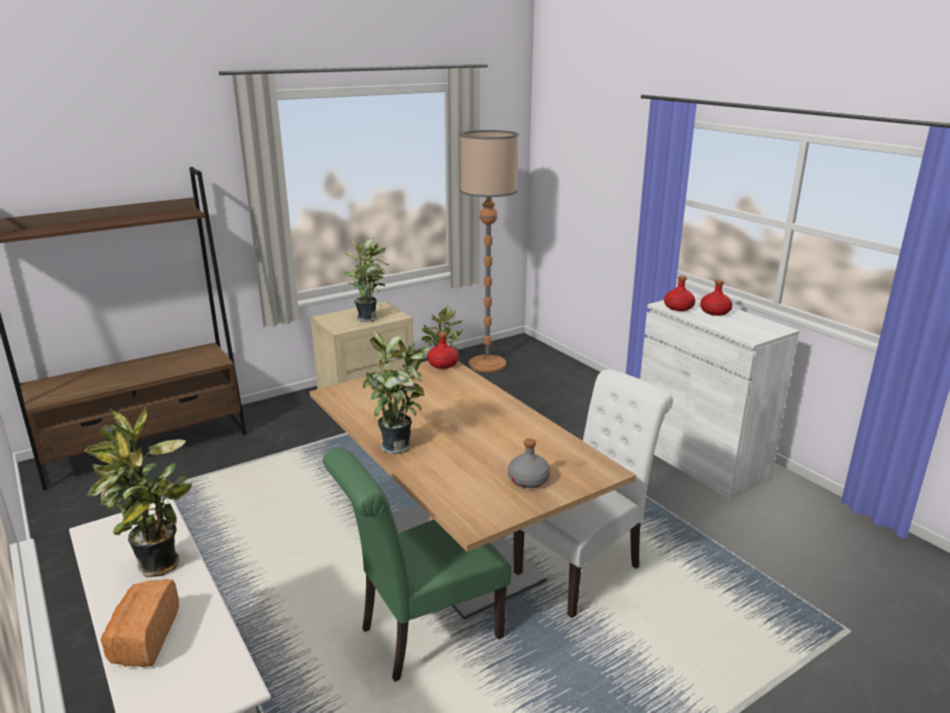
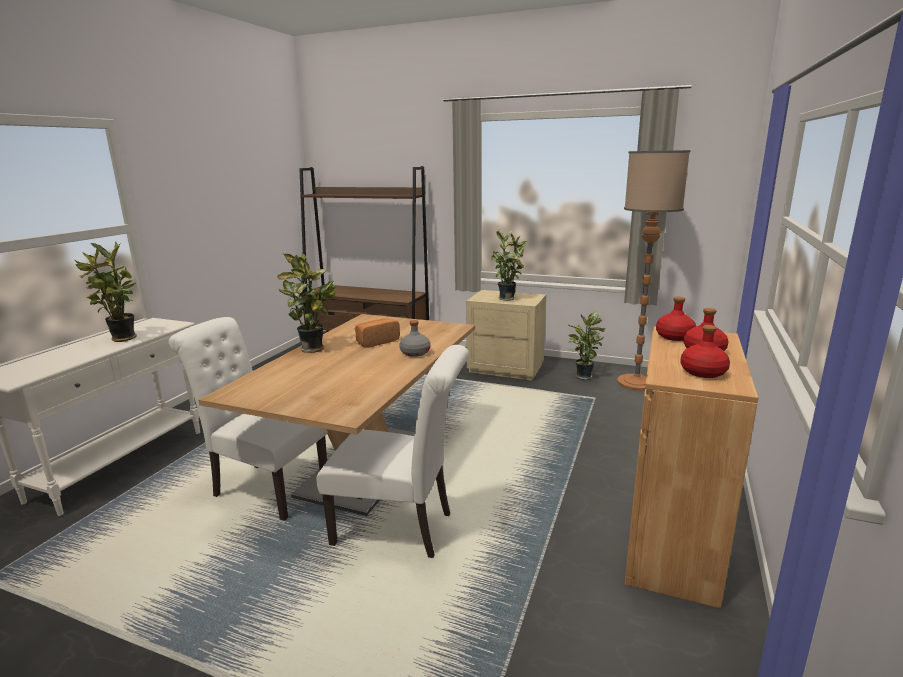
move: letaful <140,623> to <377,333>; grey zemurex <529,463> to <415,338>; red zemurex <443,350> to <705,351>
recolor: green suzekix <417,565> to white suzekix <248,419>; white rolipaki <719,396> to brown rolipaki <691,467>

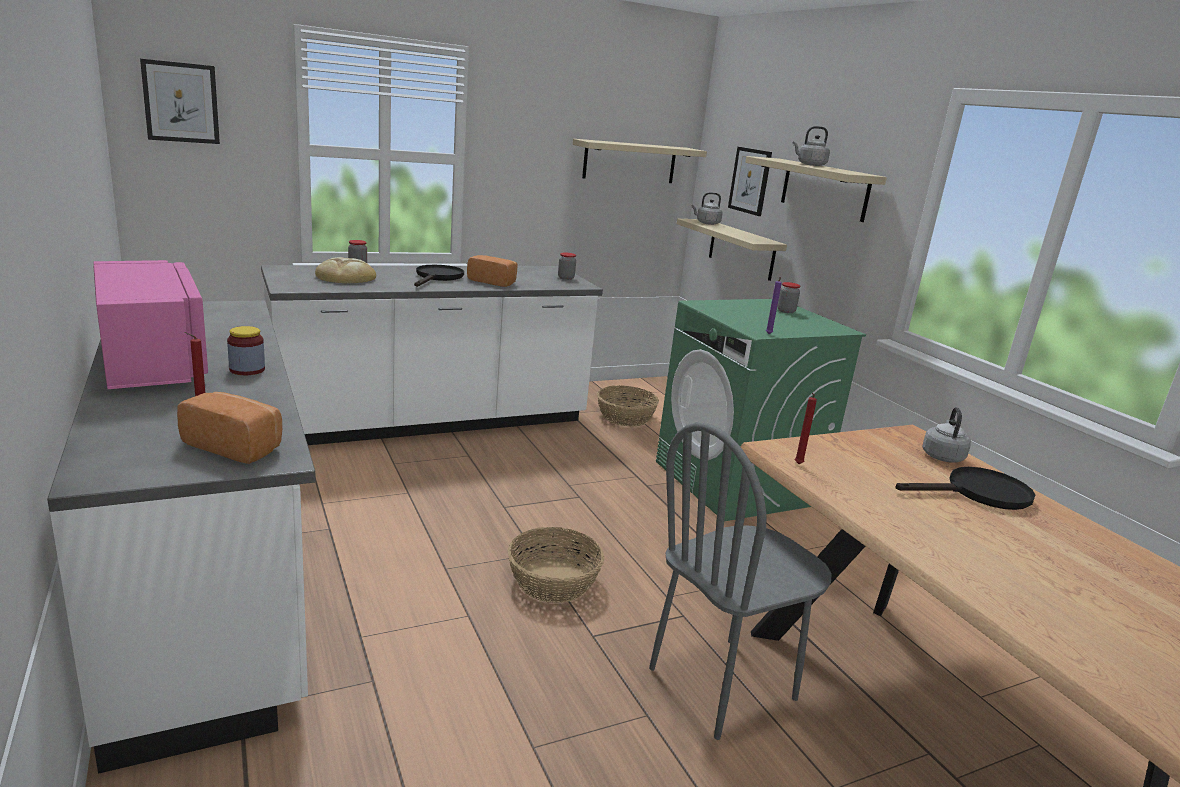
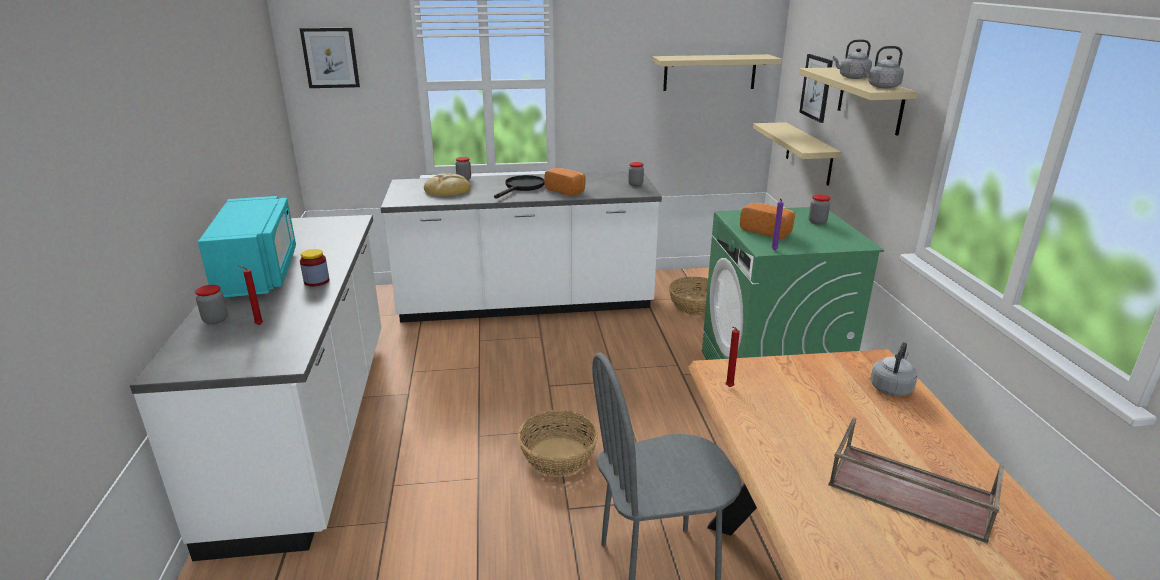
delete: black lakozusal <965,488>
insert: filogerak <211,304>; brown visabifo <916,480>
move: letaful <229,428> to <767,221>; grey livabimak <707,208> to <882,67>
recolor: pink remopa <150,324> to turquoise remopa <247,246>

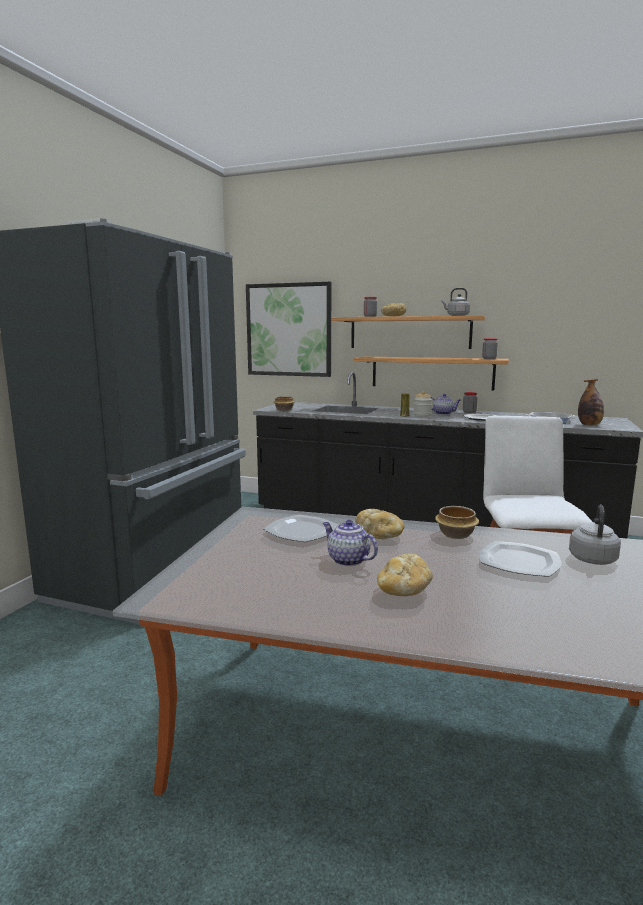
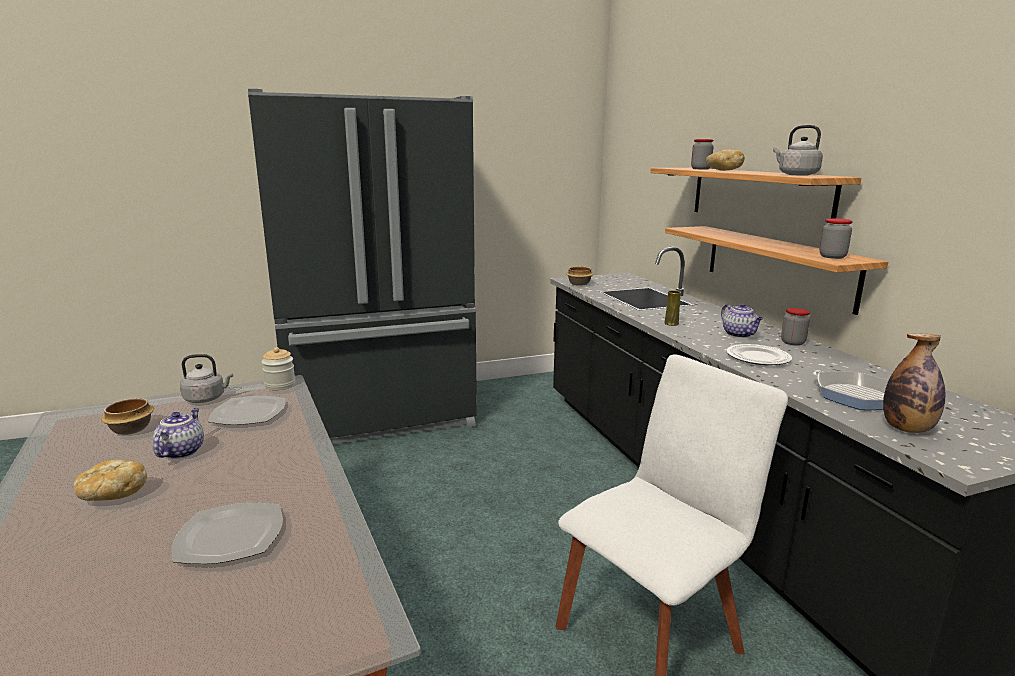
delete: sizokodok <288,329>; letaful <380,524>
move: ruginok <457,522> to <127,416>; grey livabimak <595,535> to <206,378>; filogerak <422,403> to <279,368>

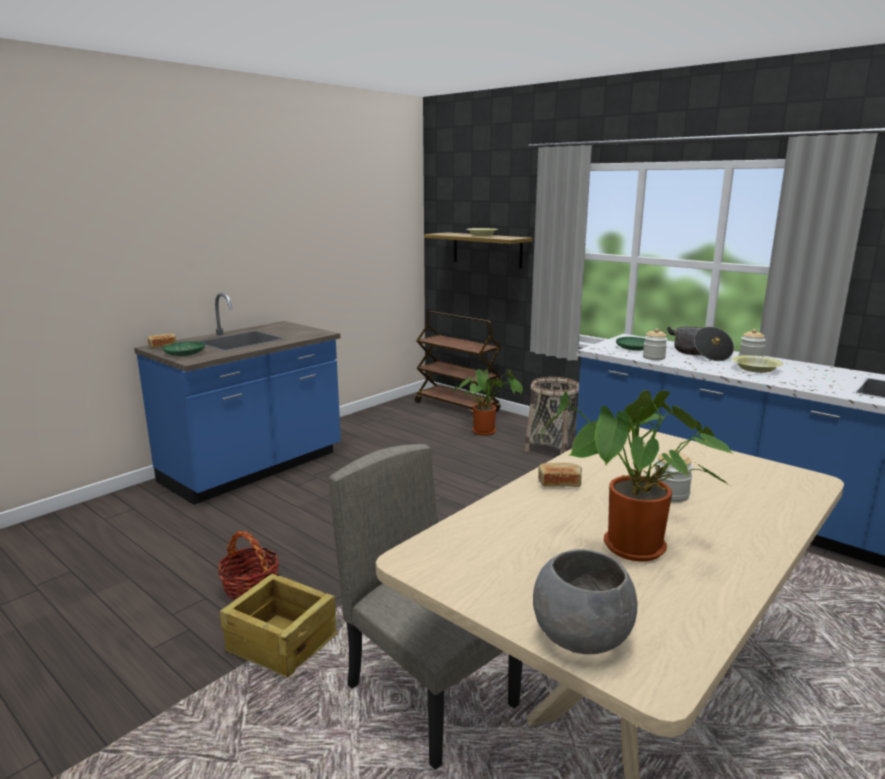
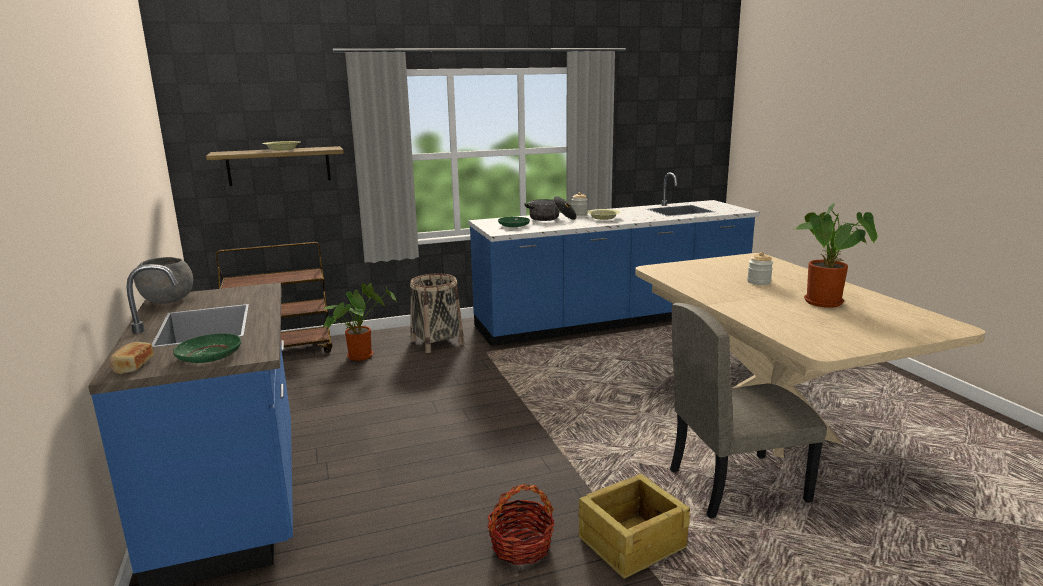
delete: letaful <560,475>; filogerak <655,344>
move: grey ruginok <585,601> to <163,280>

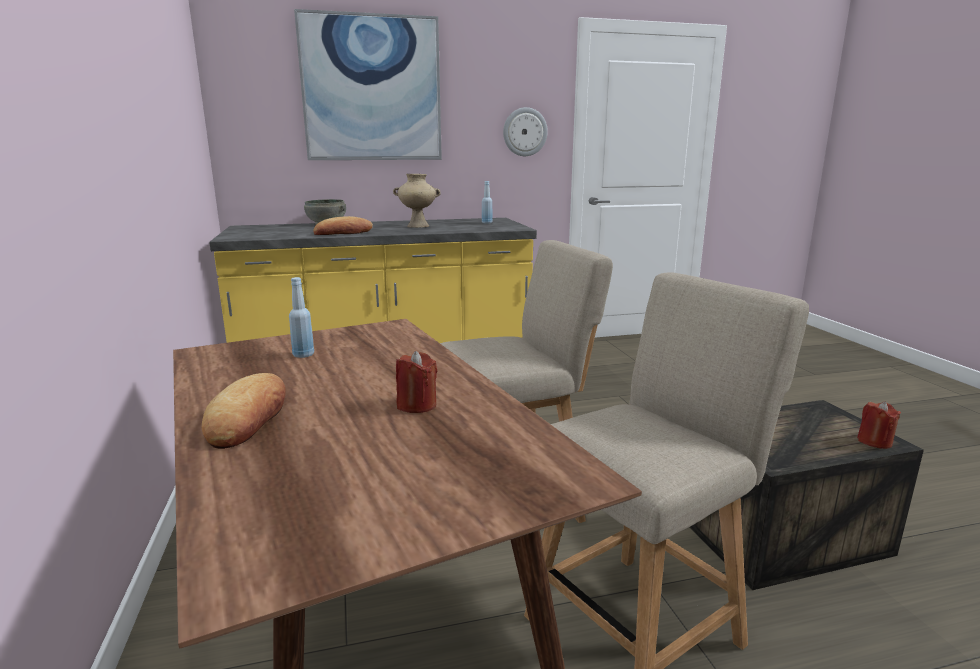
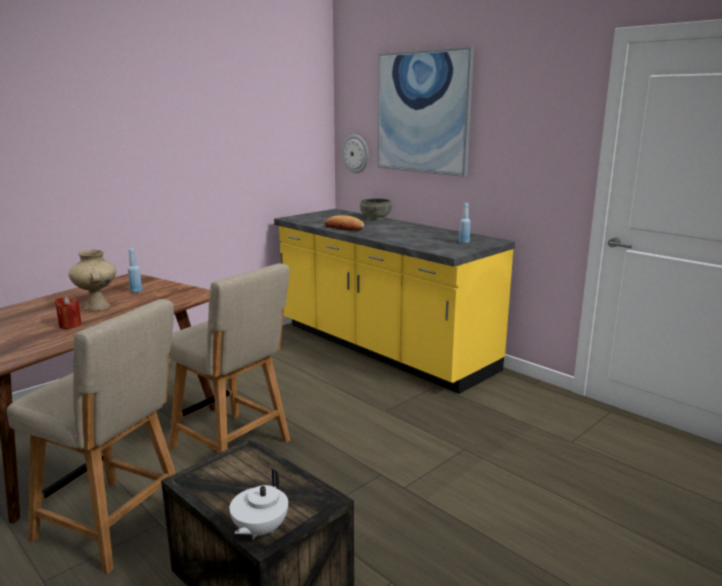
delete: letaful <244,411>
move: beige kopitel <417,201> to <92,281>; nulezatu <525,131> to <355,154>
replace: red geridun <879,425> to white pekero <259,504>

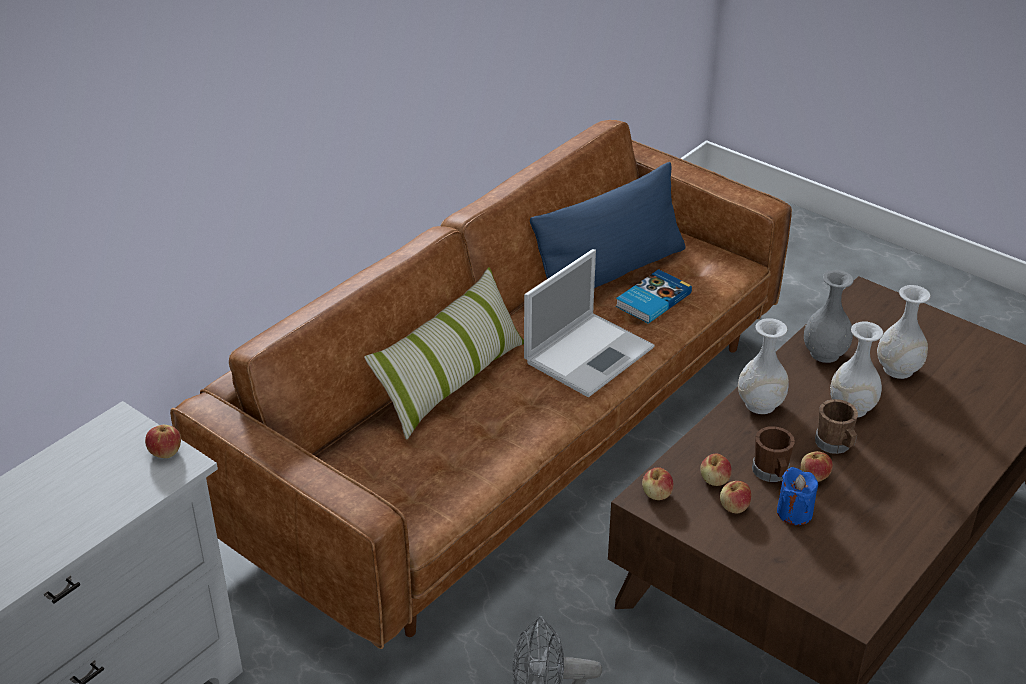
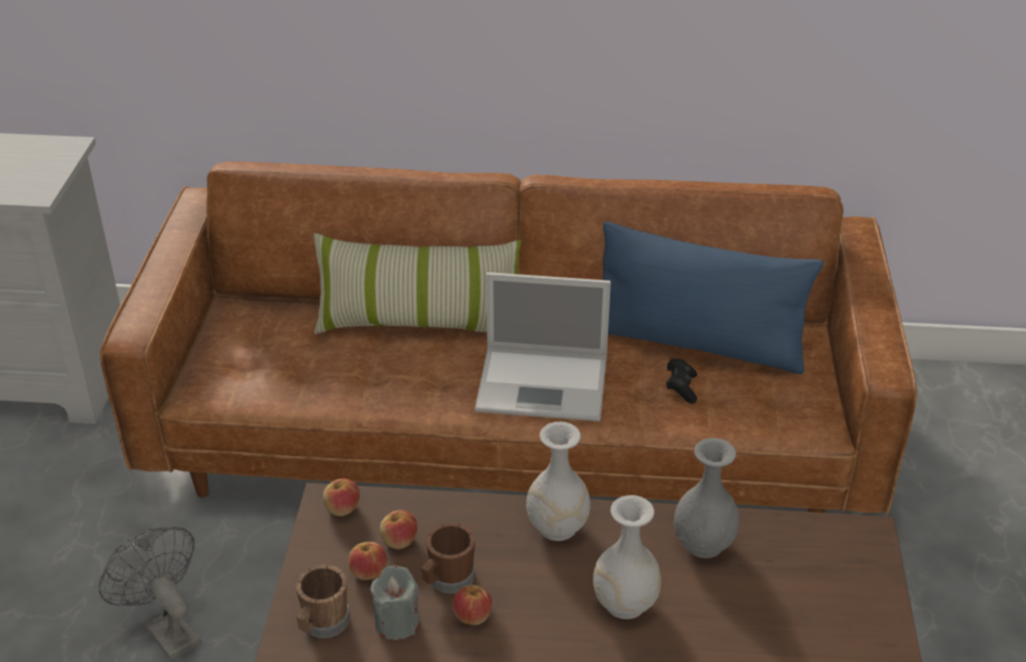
delete: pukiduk <163,441>; white kopitel <904,332>
move: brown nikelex <836,426> to <323,601>
replace: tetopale <654,296> to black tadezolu <681,381>
recolor: blue geridun <797,496> to grey geridun <395,603>

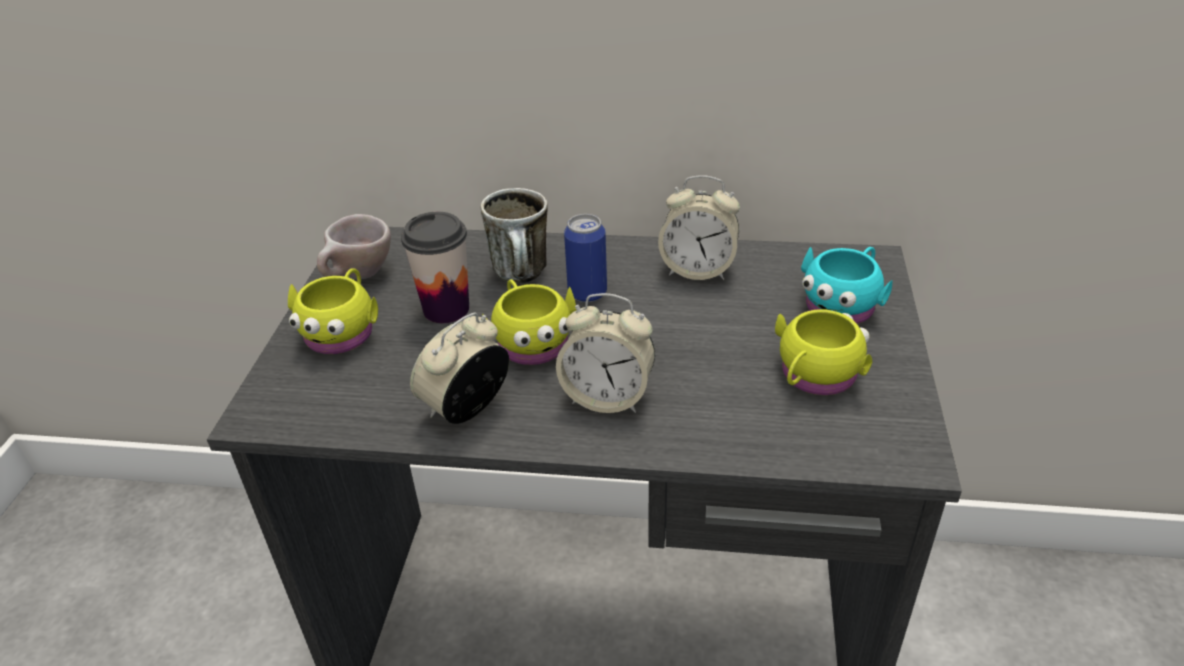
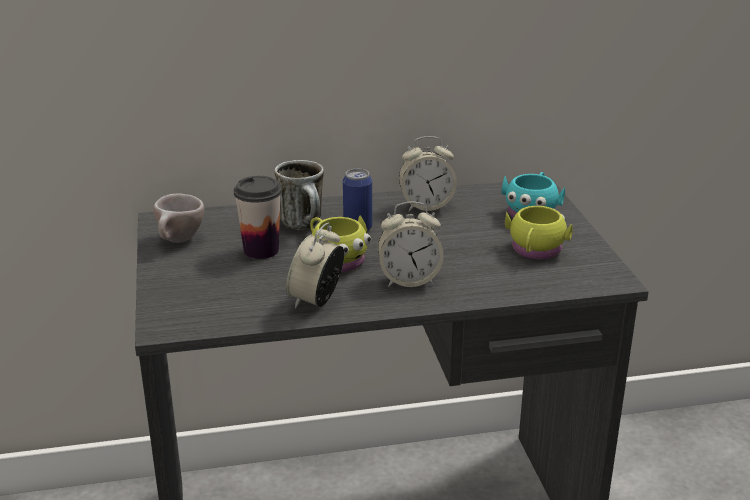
delete: yellow nikelex <333,311>

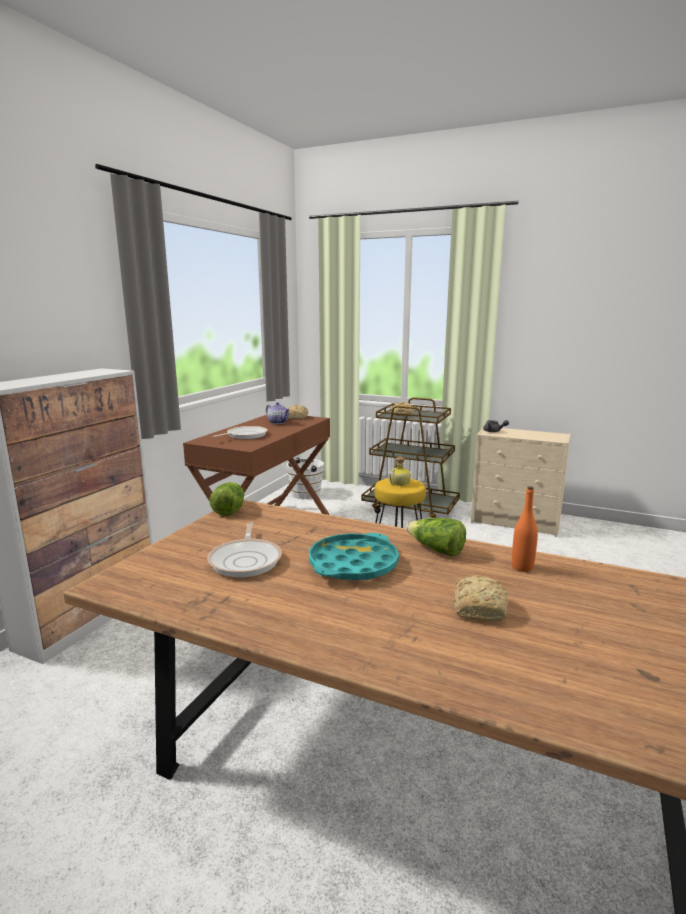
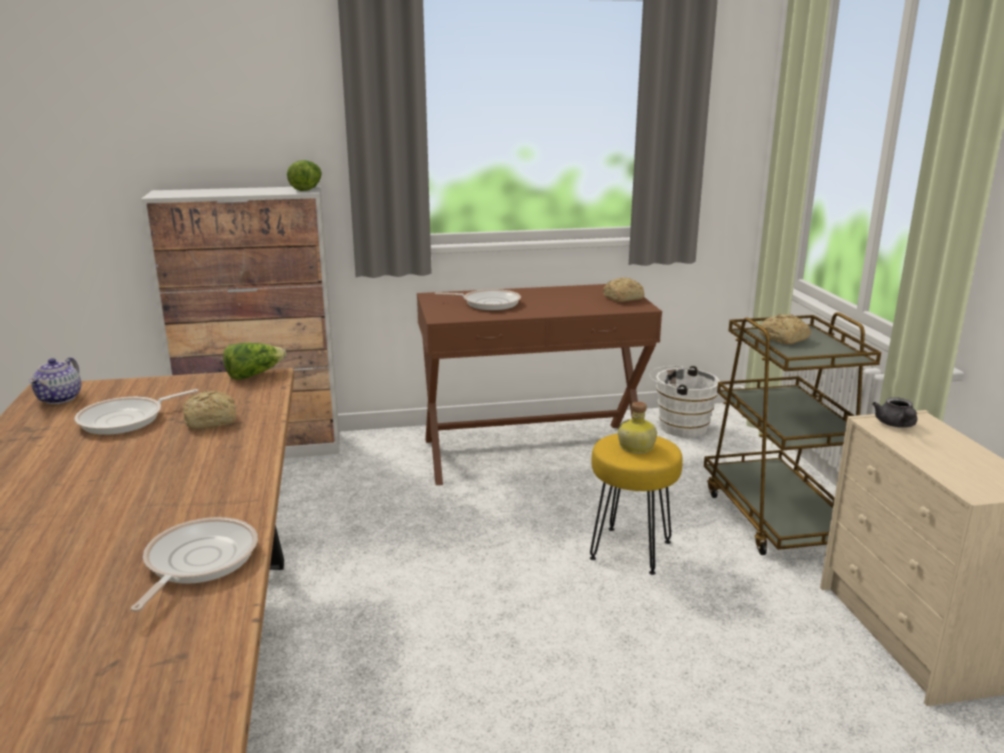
delete: turquoise visabifo <354,556>
move: pekero <278,413> to <55,380>; letaful <481,598> to <209,410>; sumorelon <436,537> to <304,175>
replace: orange zemurex <525,529> to lakozusal <194,564>

